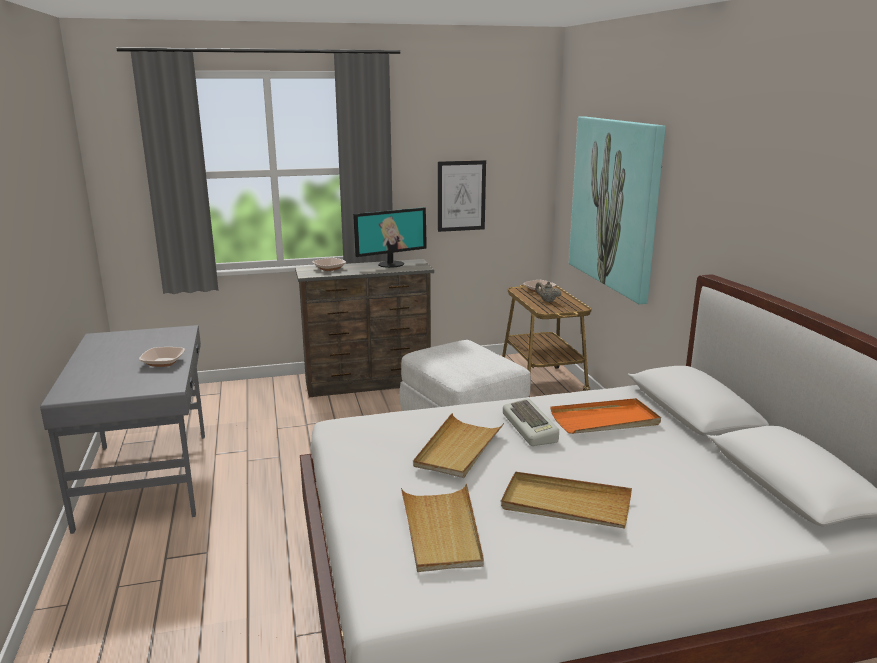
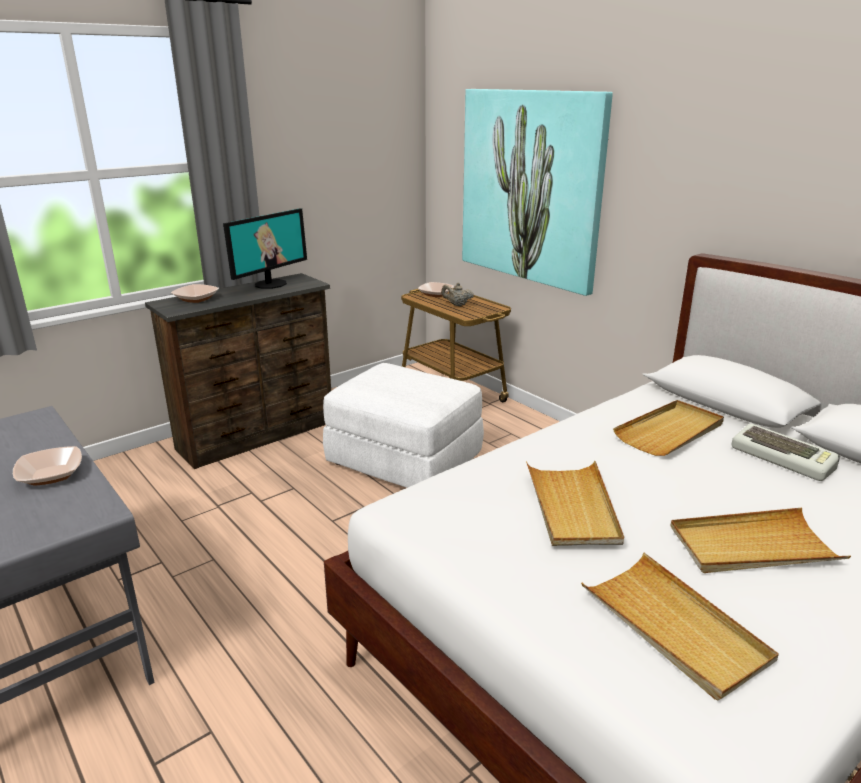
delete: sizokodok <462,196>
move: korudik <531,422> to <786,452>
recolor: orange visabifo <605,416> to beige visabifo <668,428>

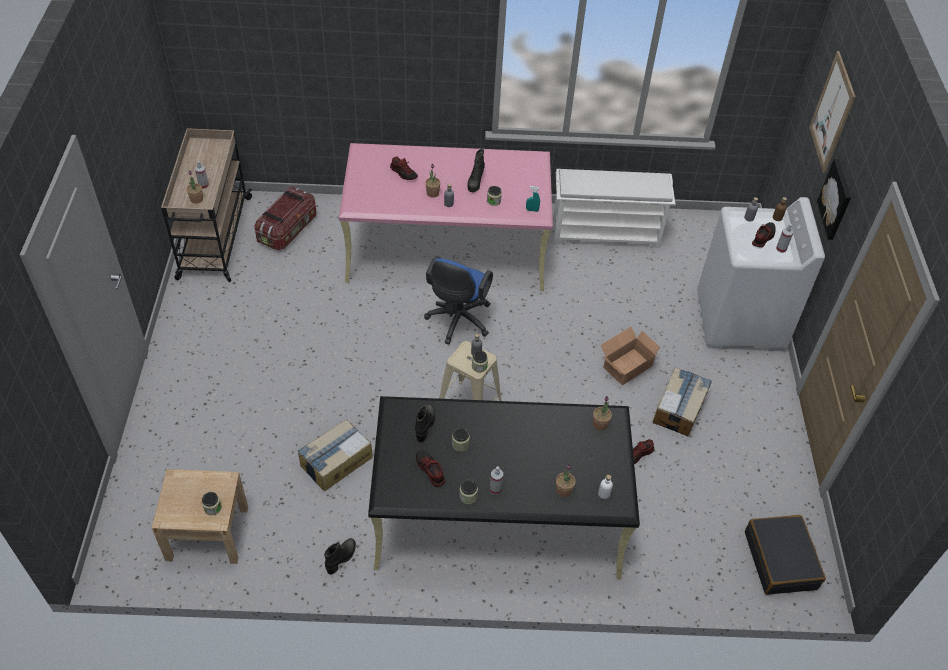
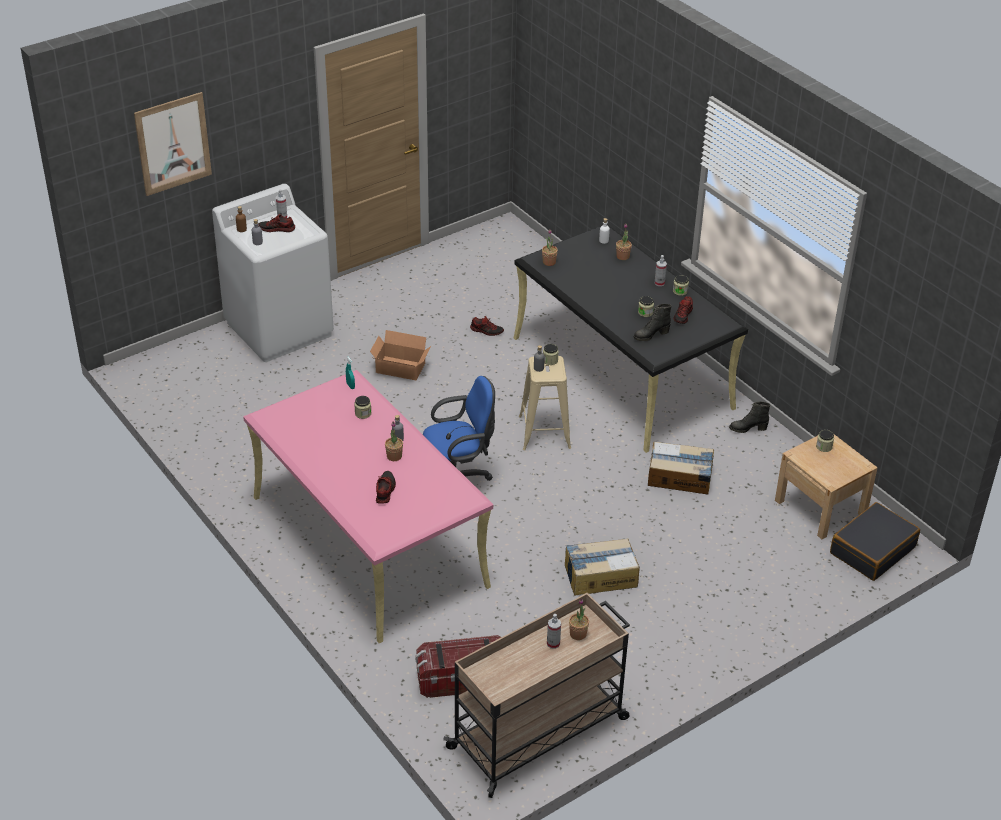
delete: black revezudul <476,170>; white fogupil <614,208>; sizokodok <834,199>
move: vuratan <682,401> to <602,567>; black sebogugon <785,555> to <875,541>

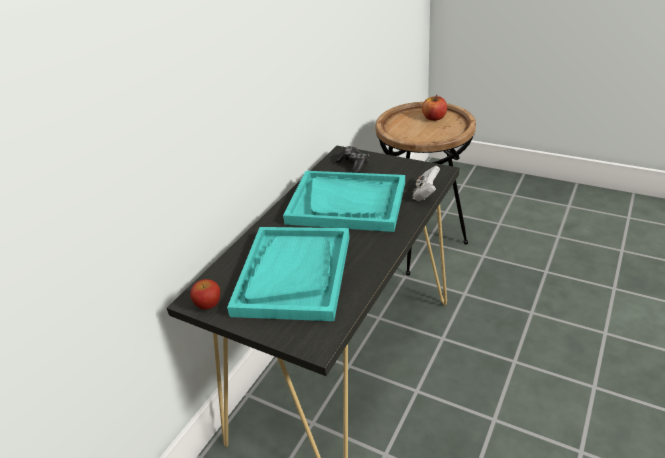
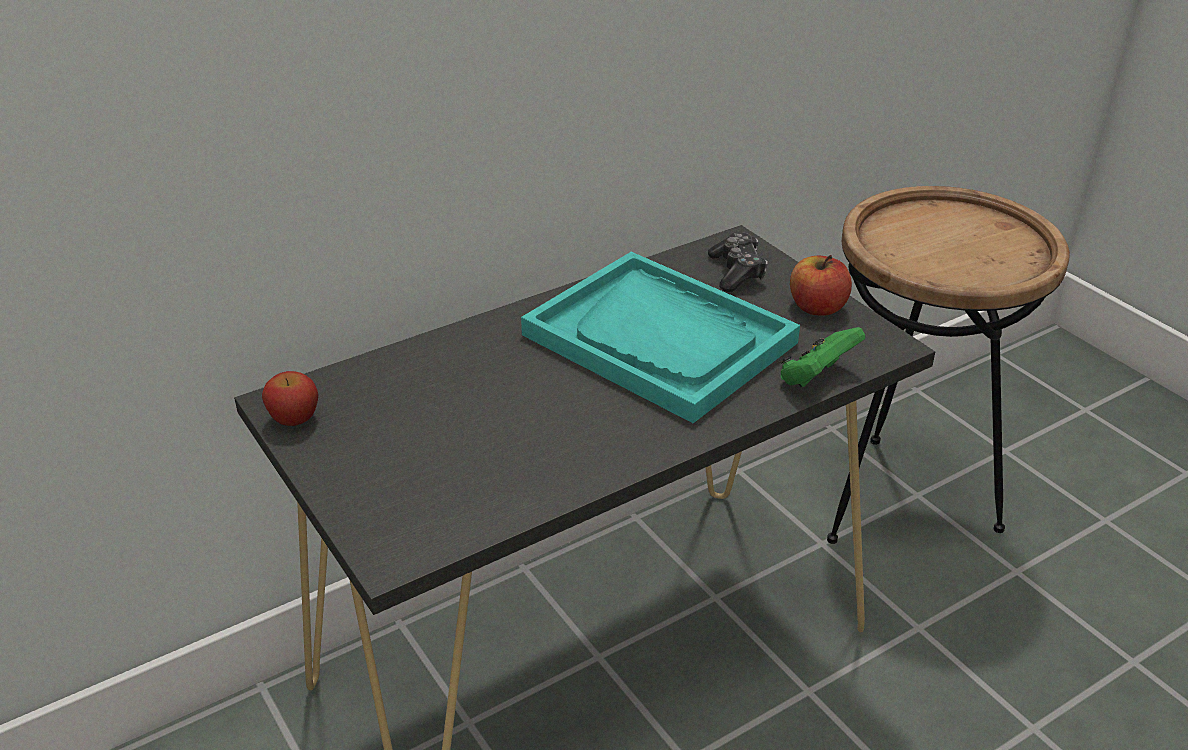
delete: turquoise visabifo <288,274>
move: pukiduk <434,108> to <821,285>
recolor: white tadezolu <426,183> to green tadezolu <822,357>

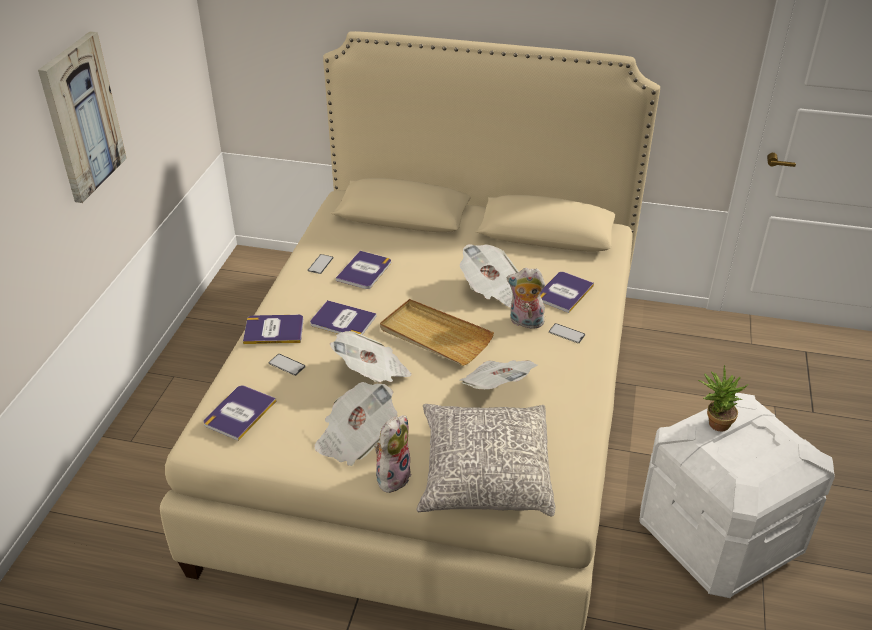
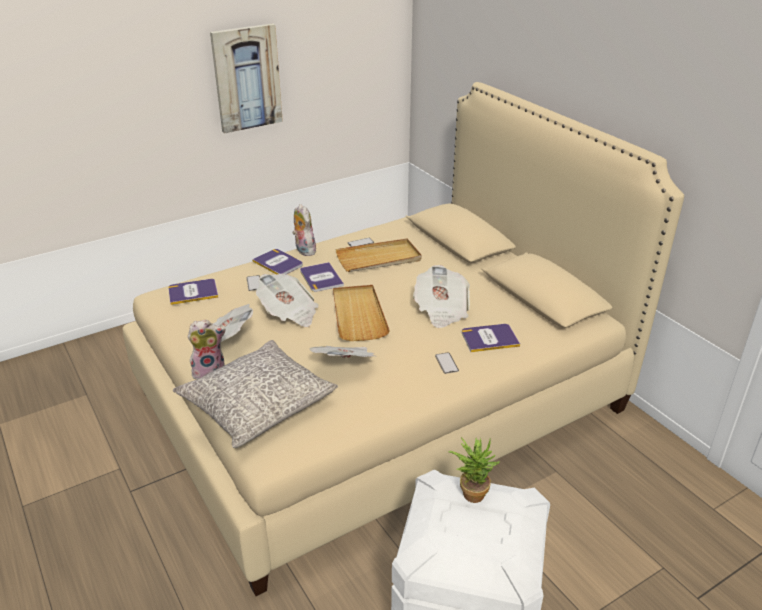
move: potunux <526,298> to <304,230>
replace: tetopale <363,270> to beige visabifo <378,255>

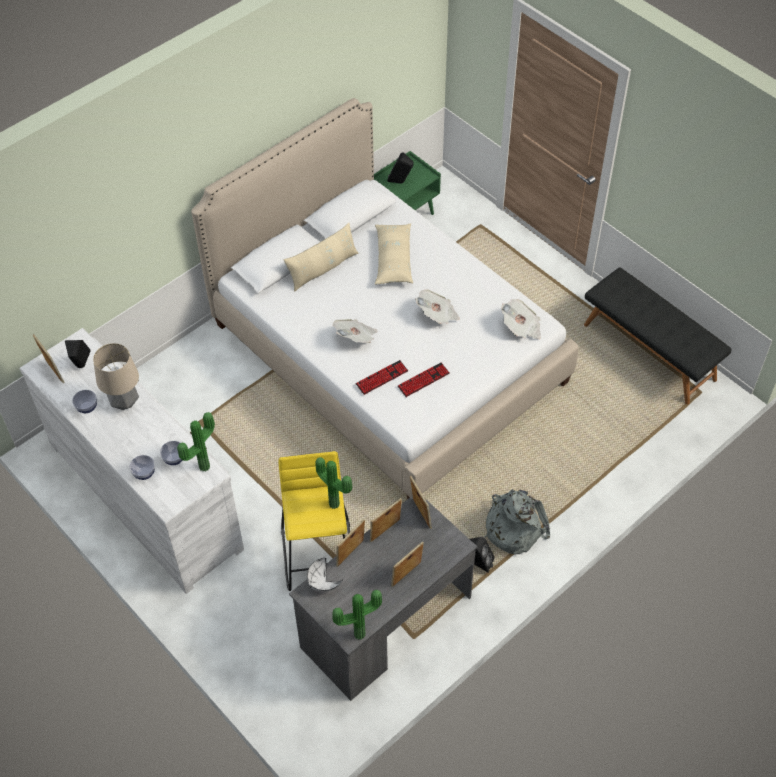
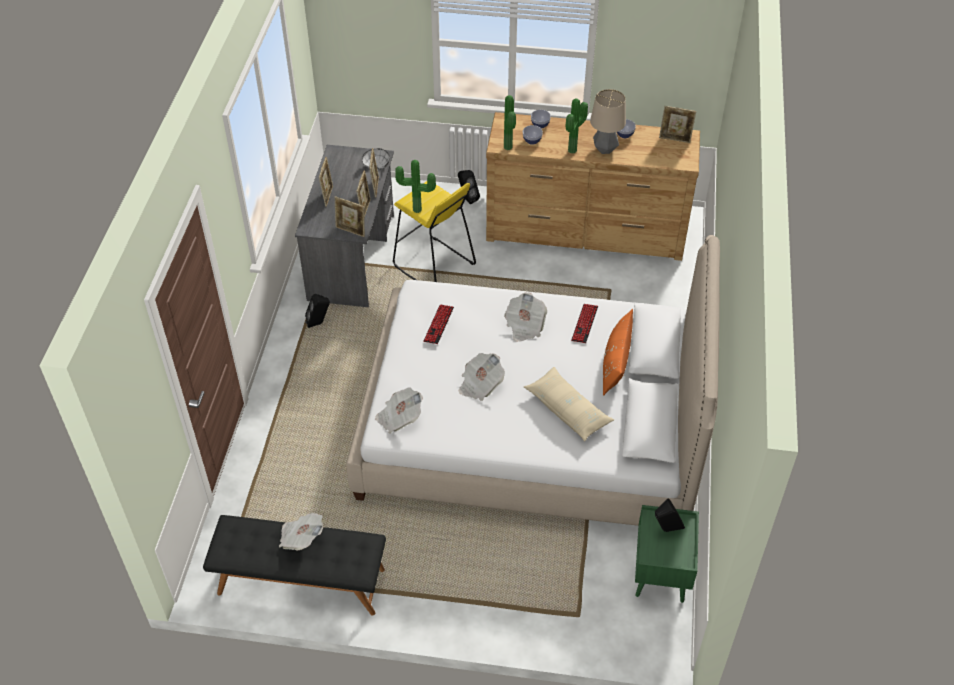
delete: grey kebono <517,521>
insert: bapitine <301,531>
move: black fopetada <78,354> to <469,187>; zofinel <357,615> to <576,125>; korudik <382,377> to <584,323>
recolor: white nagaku <132,461> to brown nagaku <593,186>; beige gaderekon <321,257> to orange gaderekon <618,352>

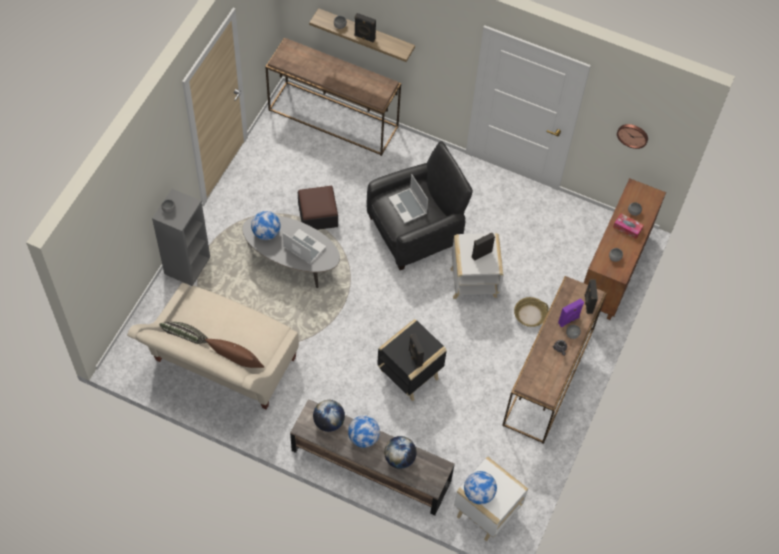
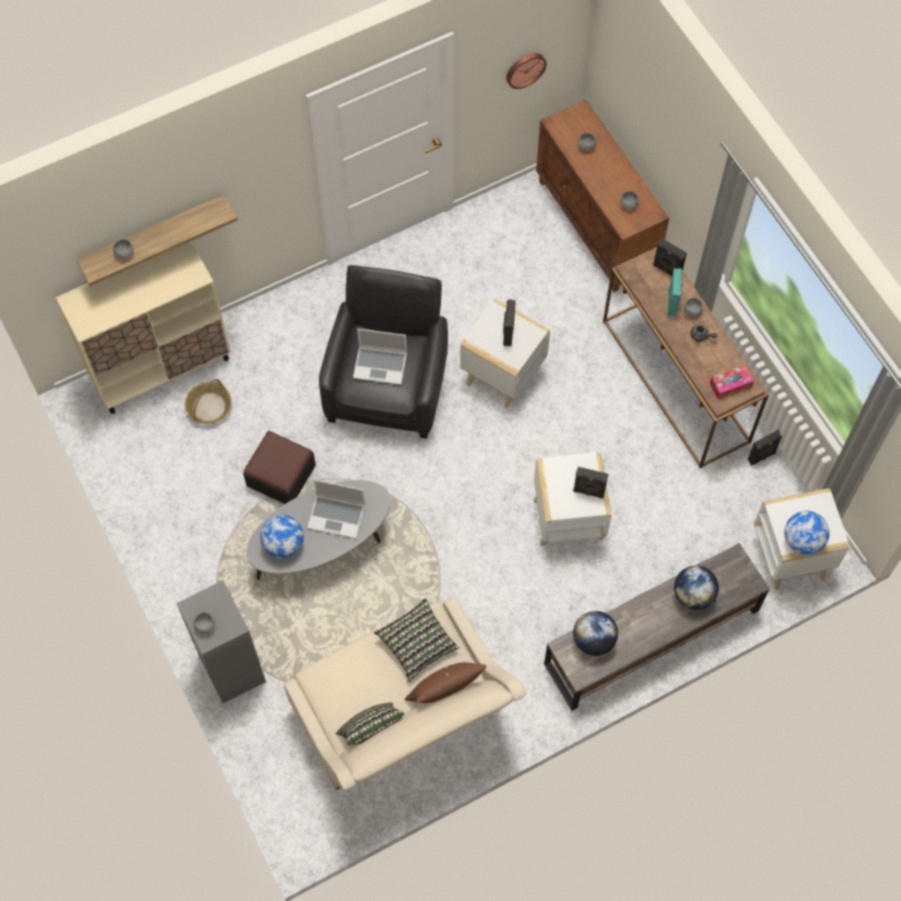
delete: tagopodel <364,431>
insert: gaderekon <416,640>
move: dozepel <531,312> to <208,401>; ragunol <628,226> to <732,382>; black fopetada <365,28> to <765,447>
replace: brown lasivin <333,97> to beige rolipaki <143,327>
recolor: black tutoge <412,360> to white tutoge <573,499>; purple fopetada <571,312> to turquoise fopetada <675,292>
rotate: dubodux <304,247> = <336,509> 150 degrees counterclockwise

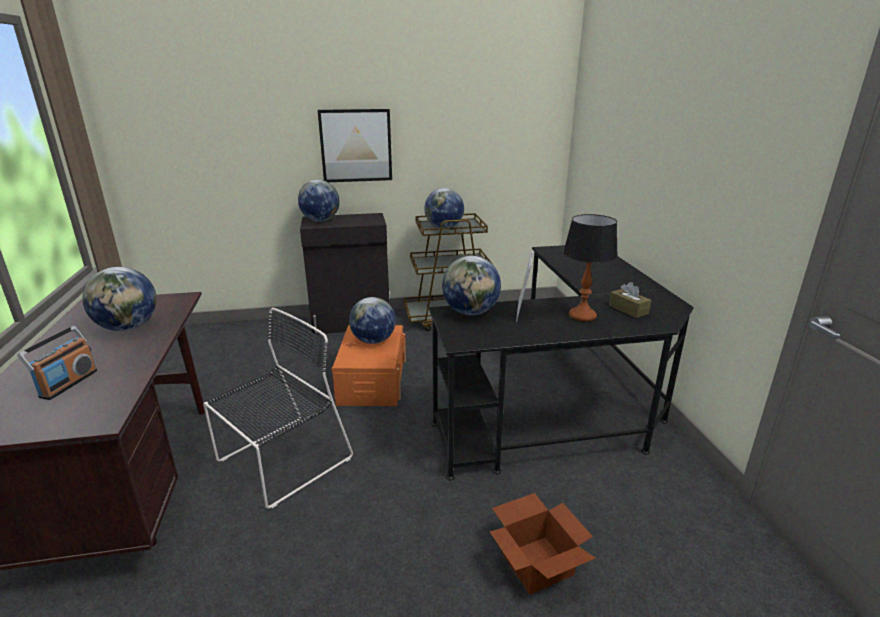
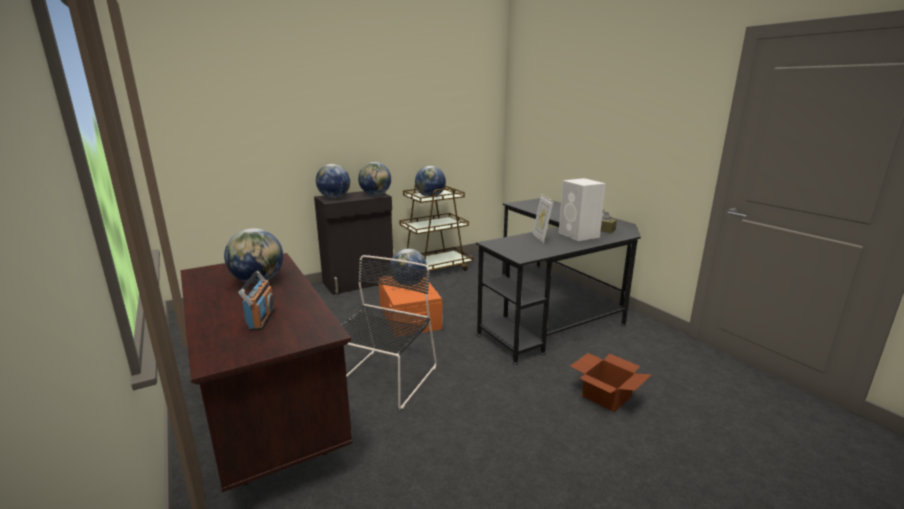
delete: sizokodok <355,145>
move: tagopodel <471,285> to <374,179>
replace: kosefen <590,268> to white fopetada <582,209>

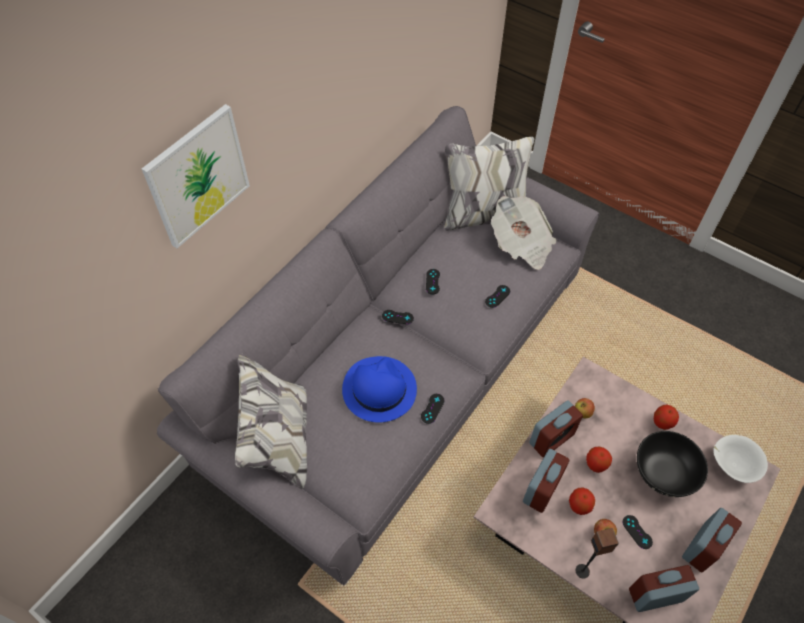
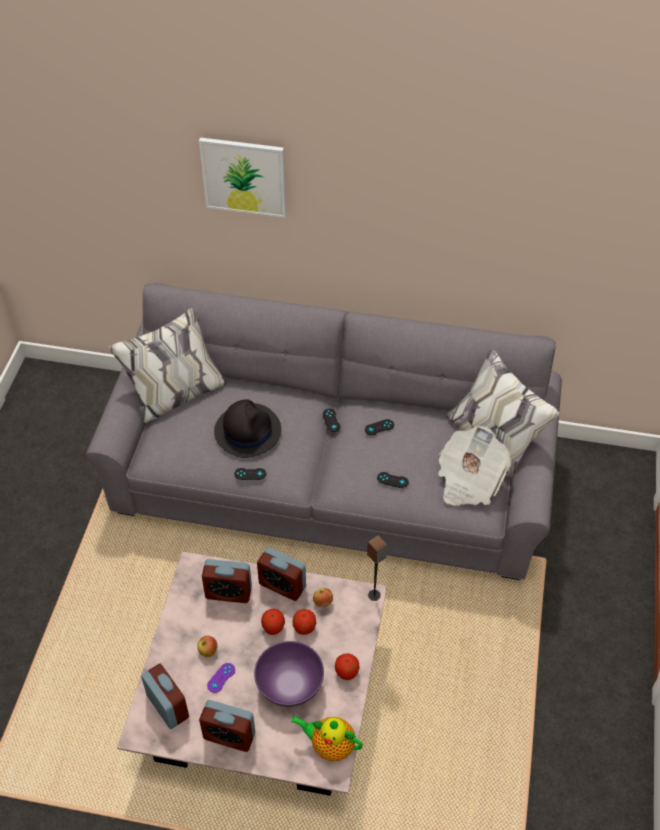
move: pukiduk <582,501> to <304,622>; fopetada <597,553> to <377,568>
replace: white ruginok <741,459> to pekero <327,738>
recolor: black tadezolu <638,532> to purple tadezolu <221,678>; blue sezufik <379,389> to black sezufik <247,428>; black ruginok <672,464> to purple ruginok <289,674>

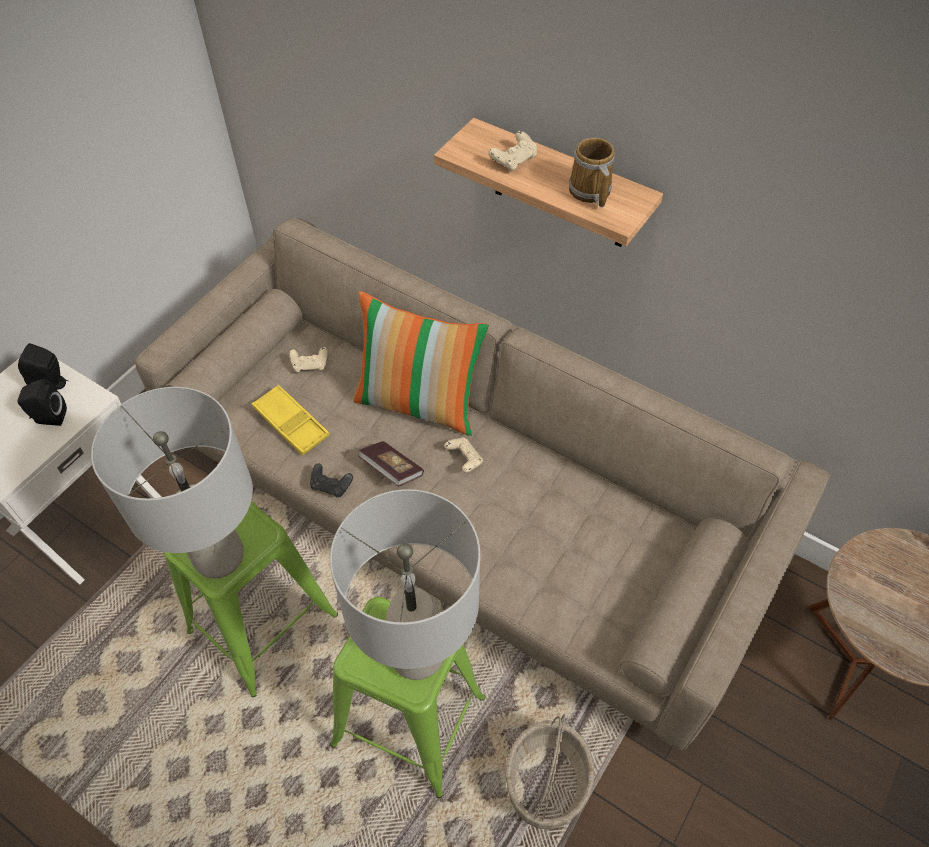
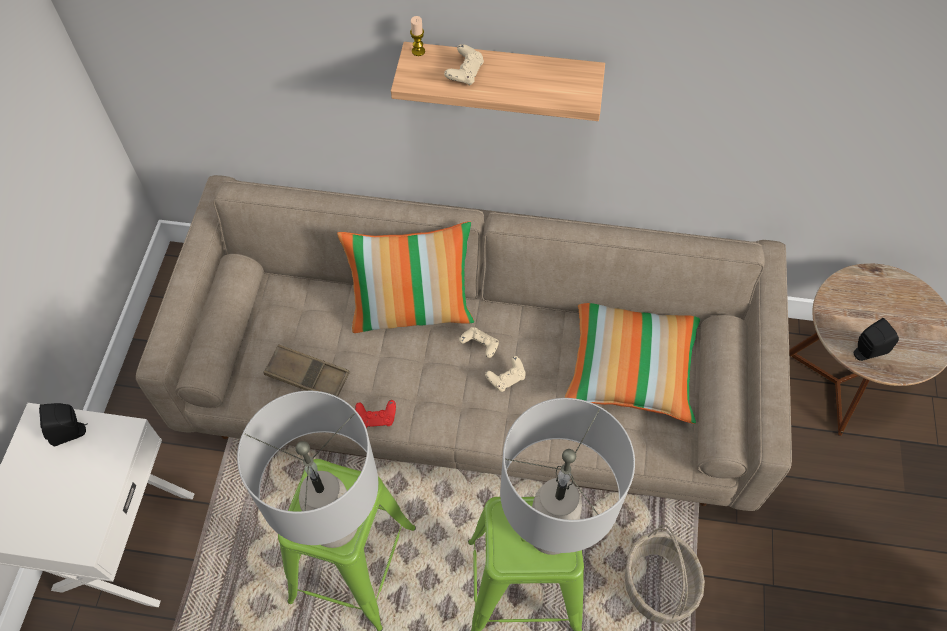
delete: tetopale <391,464>; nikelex <592,172>
insert: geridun <417,36>; gaderekon <632,363>
move: beige tadezolu <308,359> to <505,374>; black fopetada <42,402> to <876,339>
recolor: yellow visabifo <291,420> to brown visabifo <307,370>; black tadezolu <331,480> to red tadezolu <375,414>

